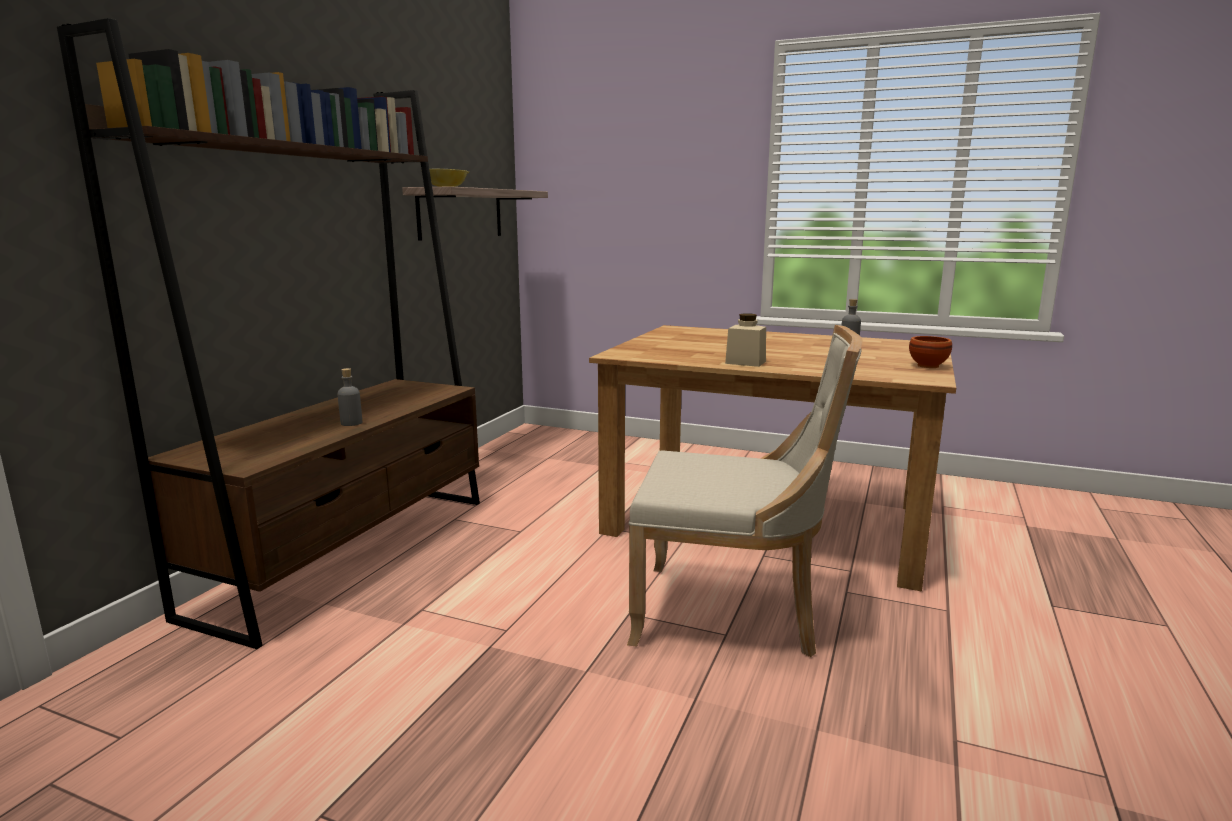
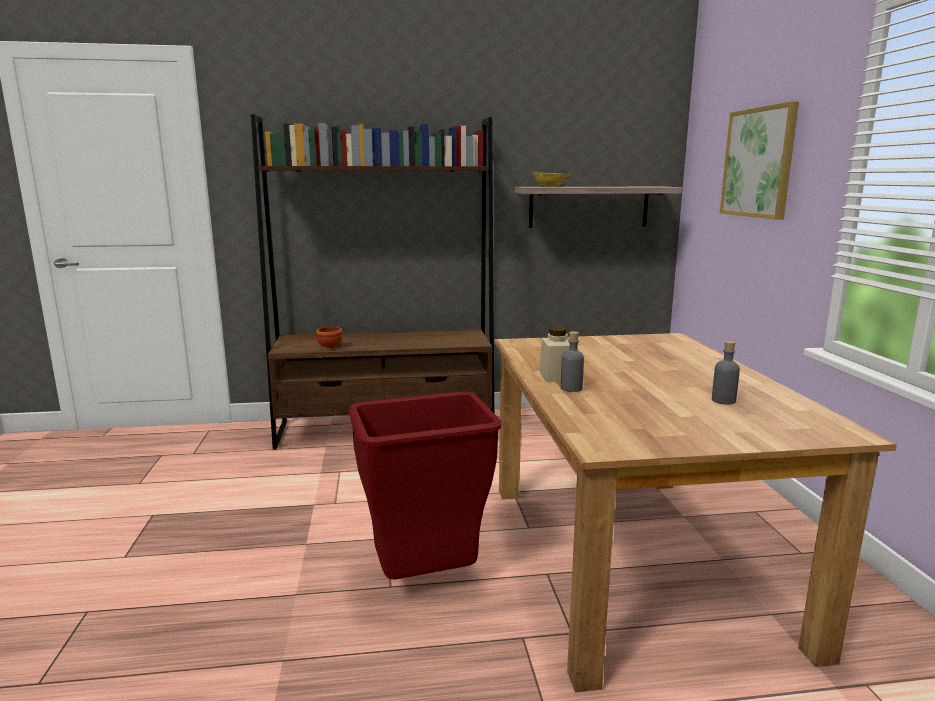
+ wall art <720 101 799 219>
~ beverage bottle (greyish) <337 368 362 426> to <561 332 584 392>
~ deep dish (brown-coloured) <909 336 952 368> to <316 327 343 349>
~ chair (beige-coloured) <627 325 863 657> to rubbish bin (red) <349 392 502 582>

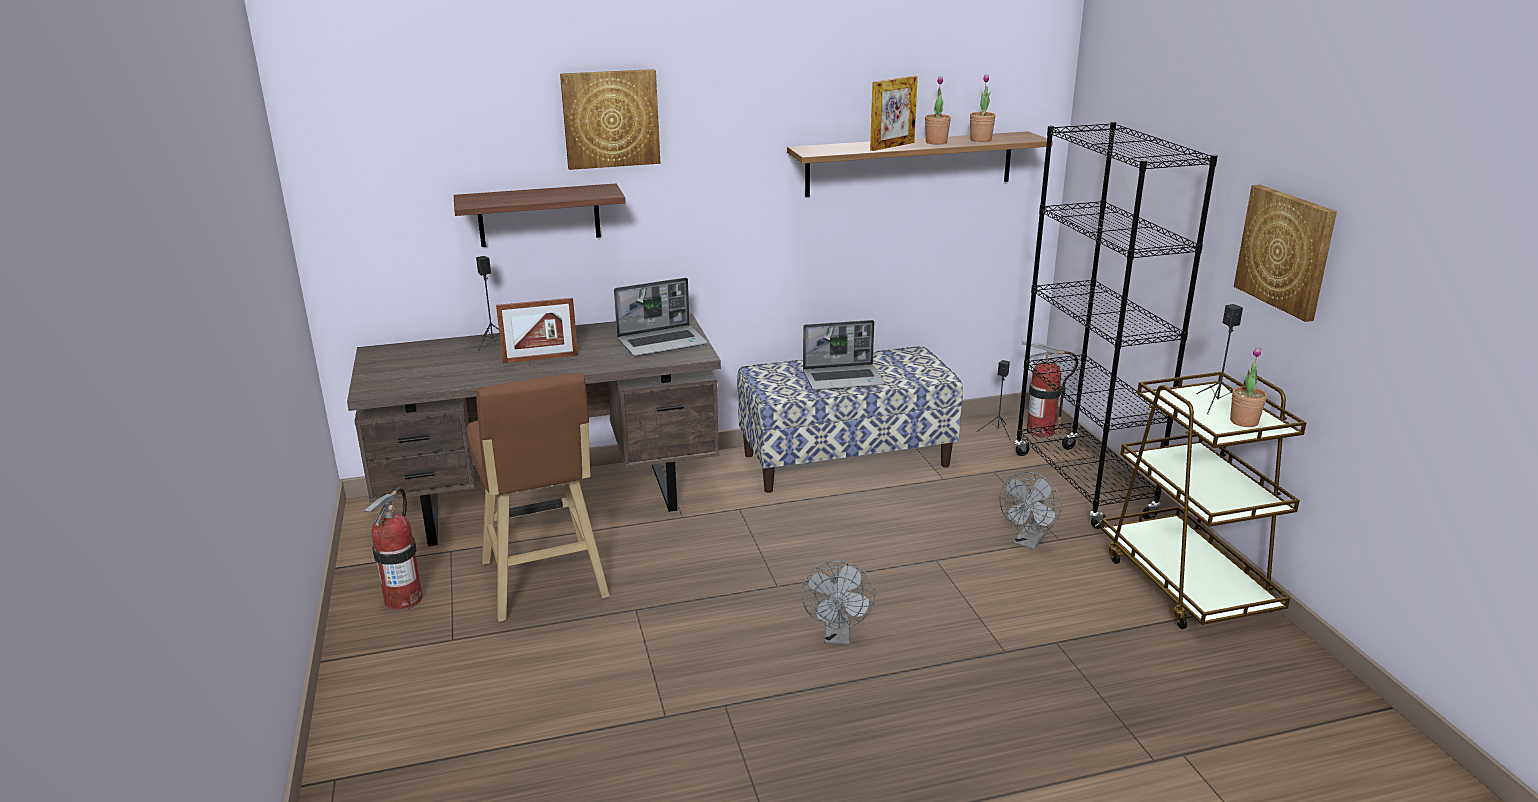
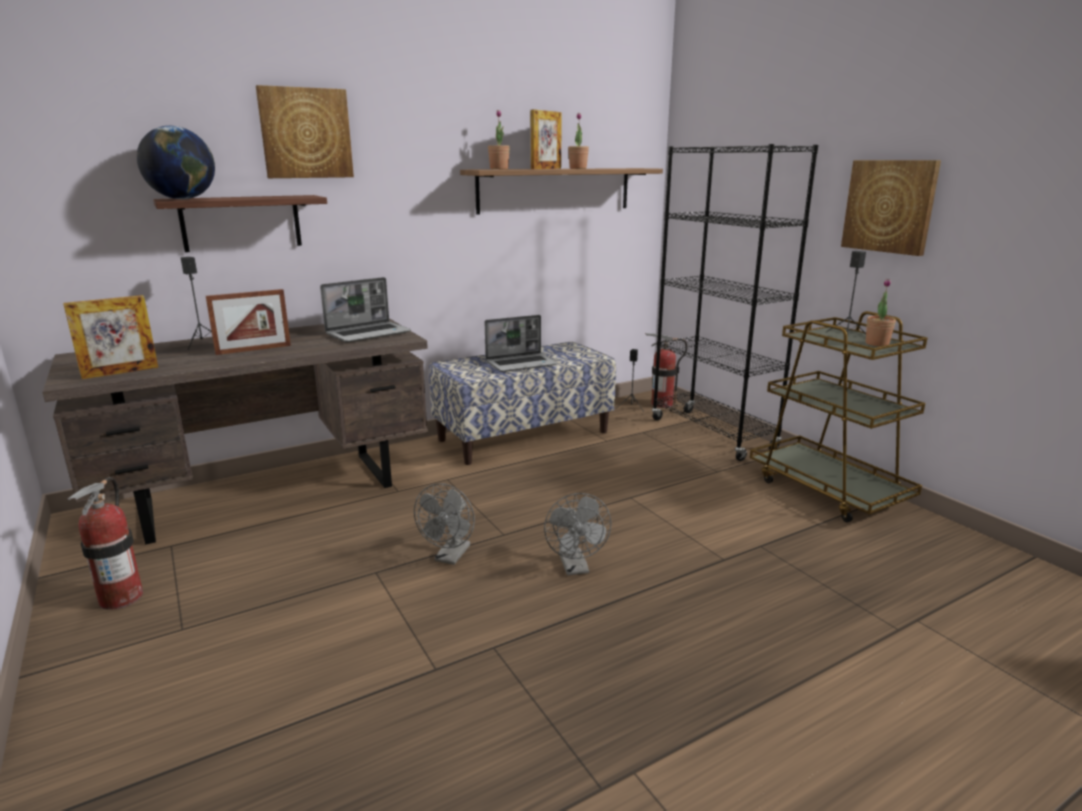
- stool seat (brown-coloured) <467 373 610 622>
+ photo frame <63 295 158 379>
+ desk globe <137 126 215 199>
~ houseplant <970 74 996 142> to <488 110 510 169>
~ fan (greyish) <1000 472 1061 550> to <414 484 475 565>

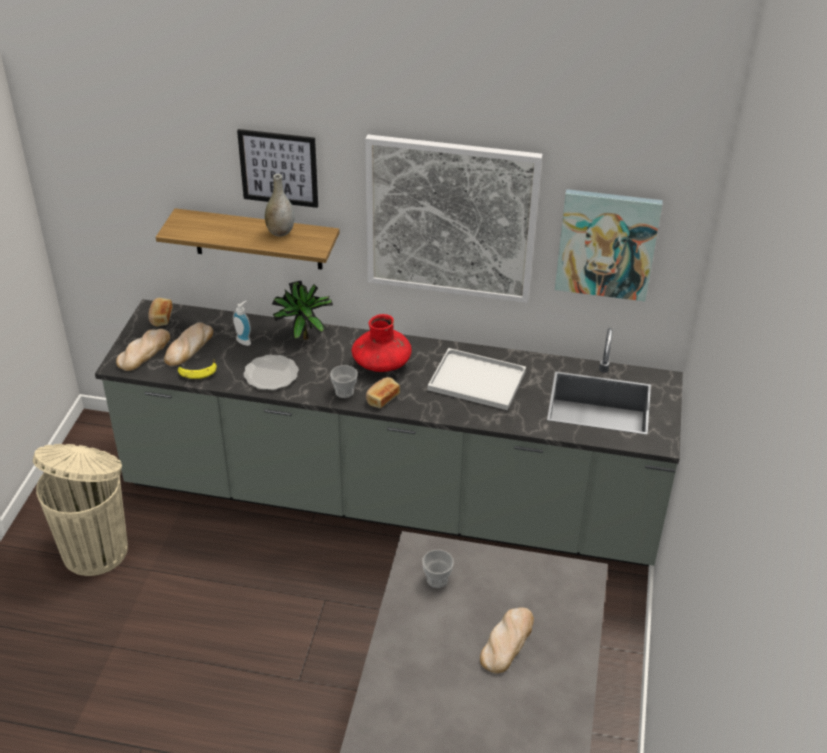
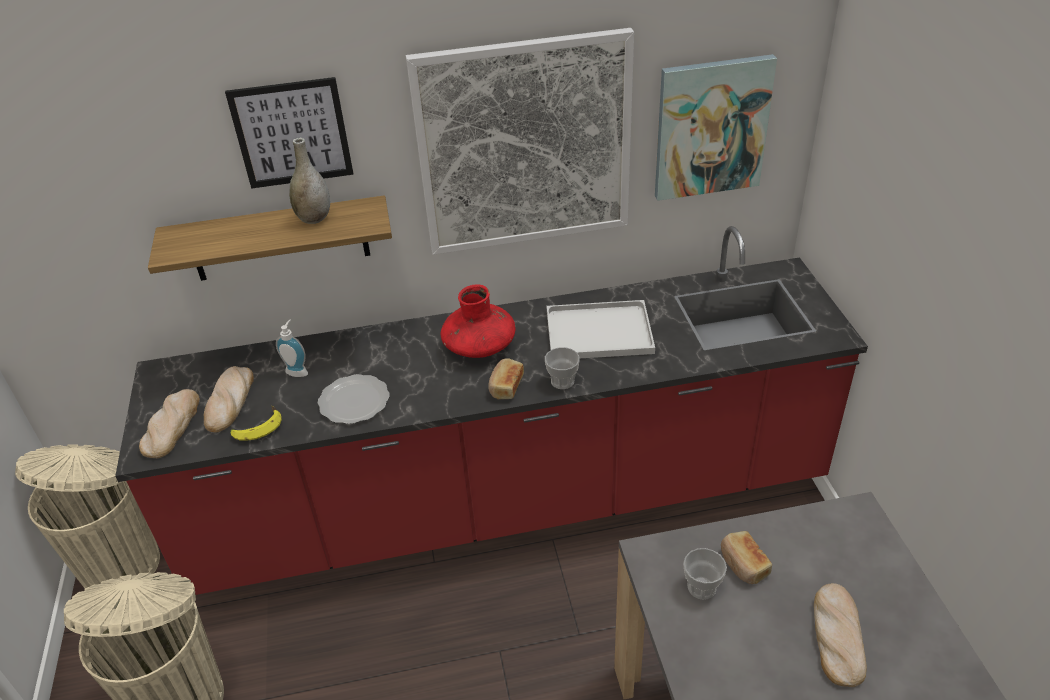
- houseplant <272 280 333 340>
+ rubbish bin (beige-coloured) <15 444 160 588>
~ bakery bread <148 298 173 327> to <721 531 772 584>
~ cup <330 365 358 398> to <545 347 580 389>
~ counter (greyish) <95 299 683 566> to counter (red) <115 226 868 595>

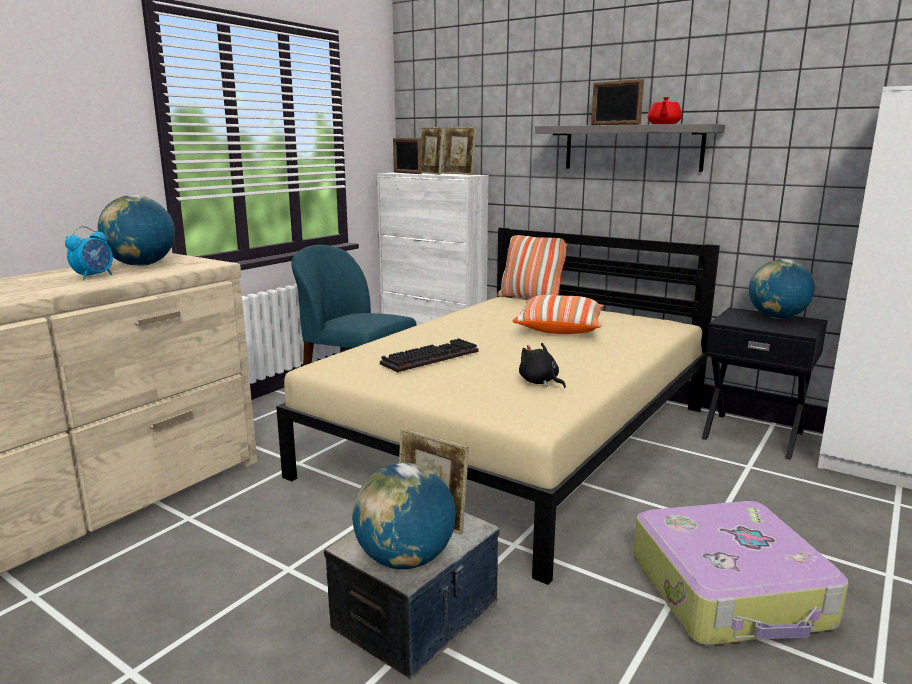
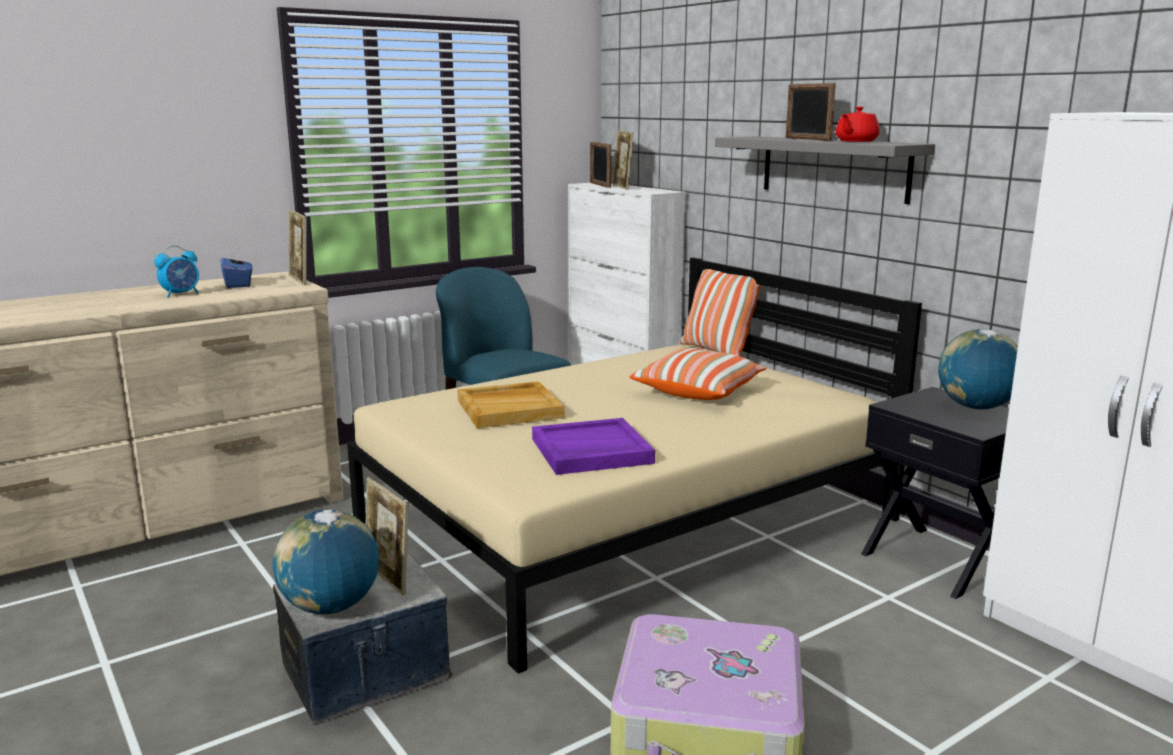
~ photo frame <442 127 476 175> to <288 209 307 285>
~ desk globe <98 195 175 266> to tissue box (bluish) <220 250 253 288>
~ keyboard <380 338 479 372> to tray (beige-coloured) <458 381 564 428>
~ cuddly toy (blackish) <519 343 566 388> to tray (purple-coloured) <532 418 655 475>

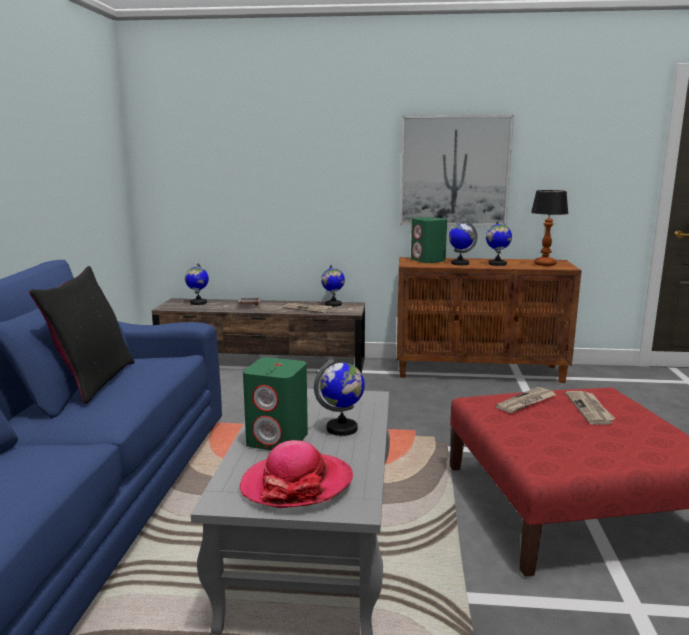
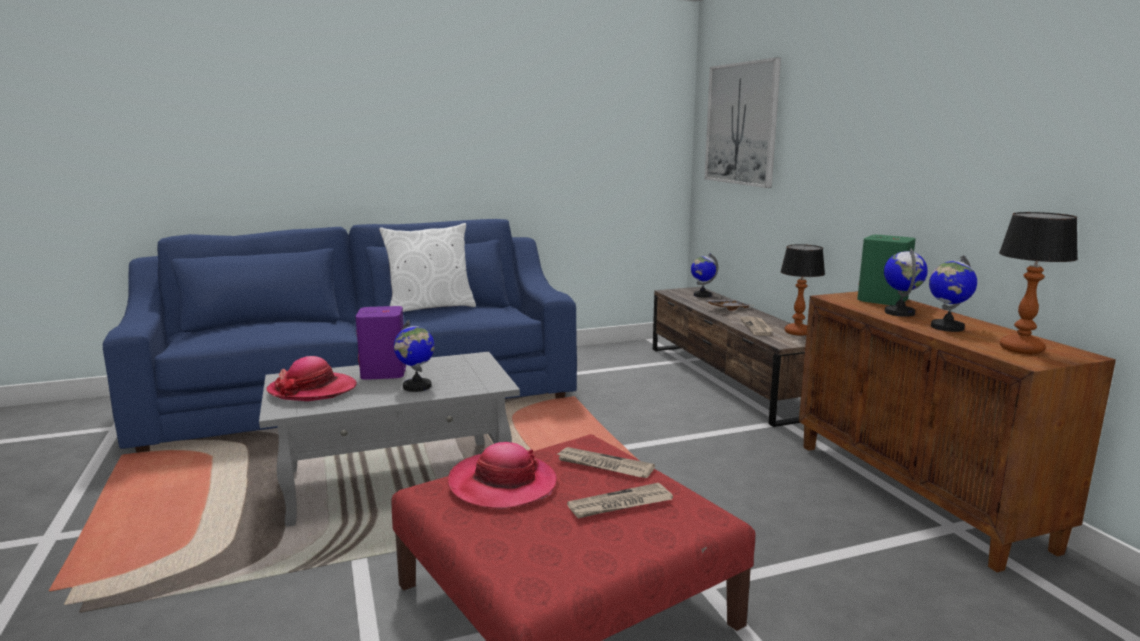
+ clothing hat <448 442 557 509>
~ wall art <400 115 514 226> to <705 58 781 188>
~ desk globe <321 264 345 307> to tabletop lamp <780 244 825 336>
~ throw pillow (blackish) <29 266 135 404> to throw pillow (whitish) <379 223 476 312>
~ audio speaker (green-coloured) <243 357 308 451> to audio speaker (purple-coloured) <356 306 406 380>

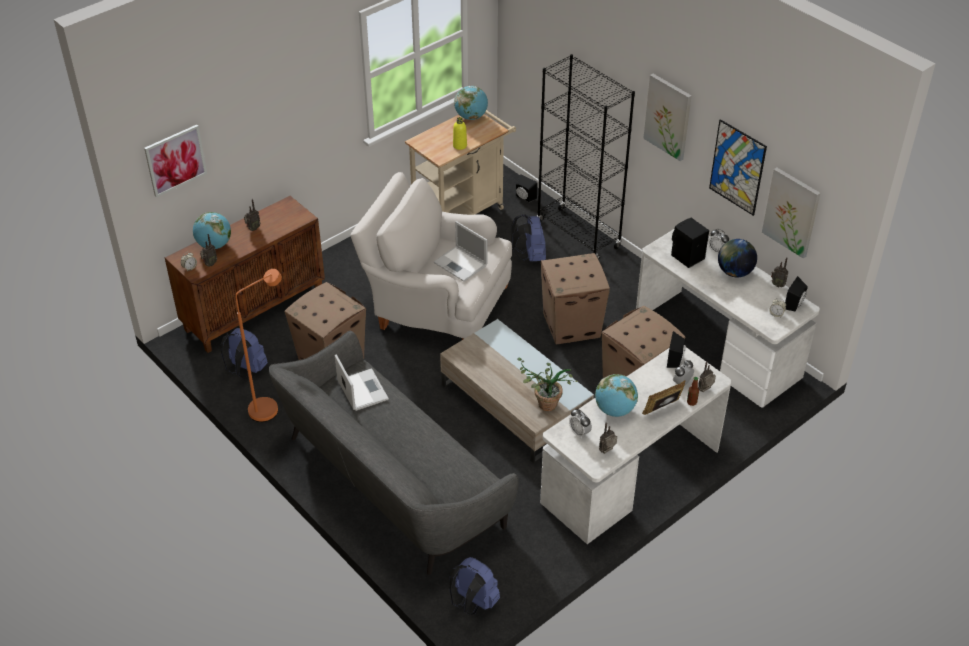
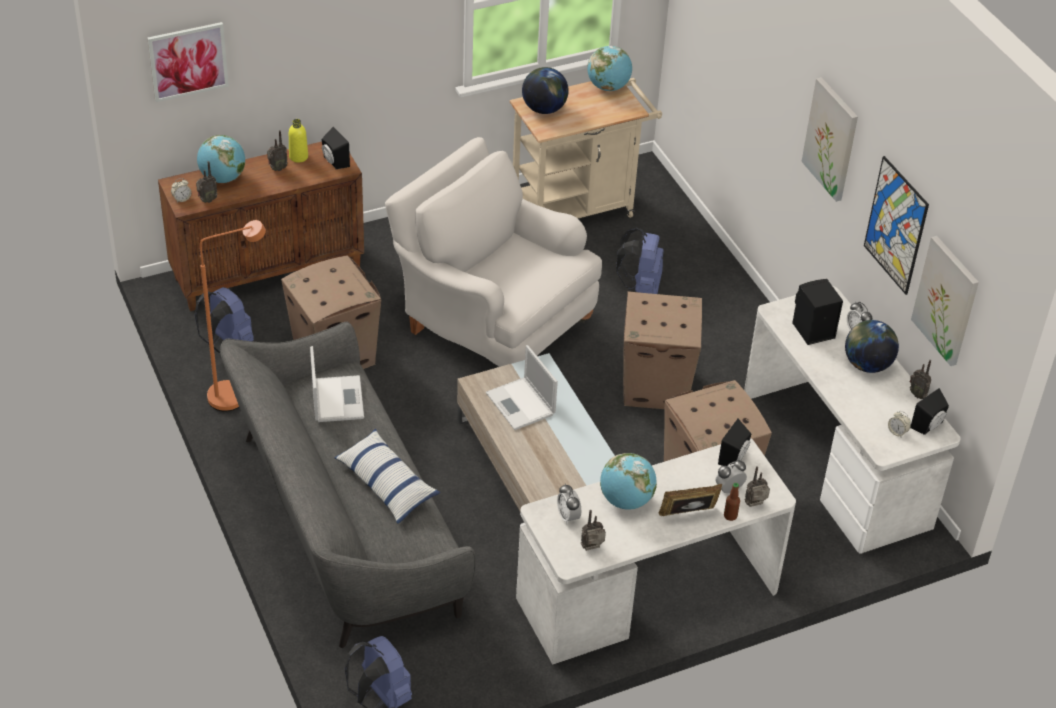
- houseplant <517 358 578 411>
- shelving unit (blackish) <537 54 635 260>
+ throw pillow <335 429 441 524>
+ desk globe <522 67 569 114>
~ laptop <434 221 487 282> to <486 345 558 430>
~ beverage bottle (yellow) <453 117 467 150> to <289 119 308 162>
~ audio speaker (blackish) <516 174 538 202> to <322 127 350 169>

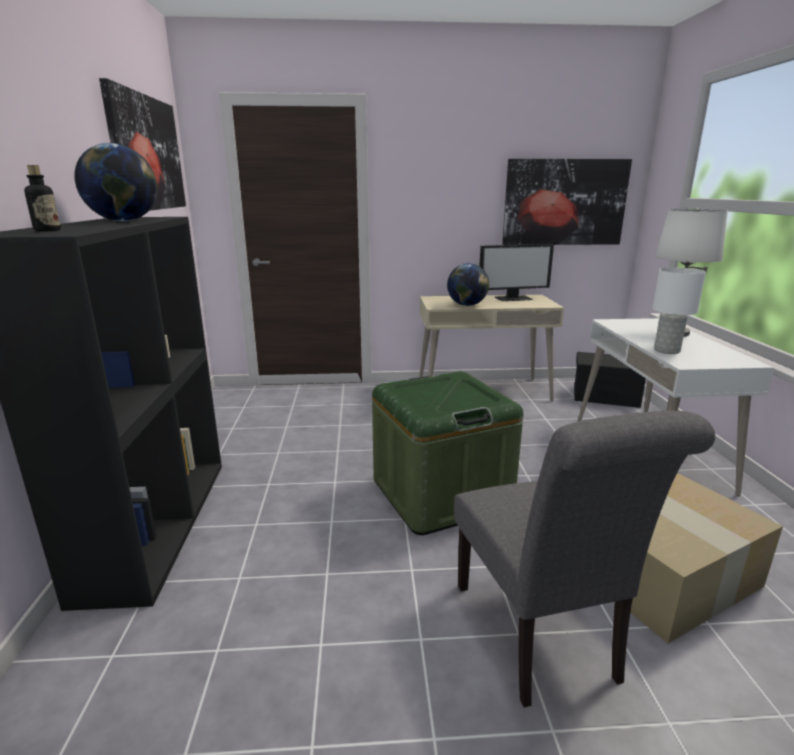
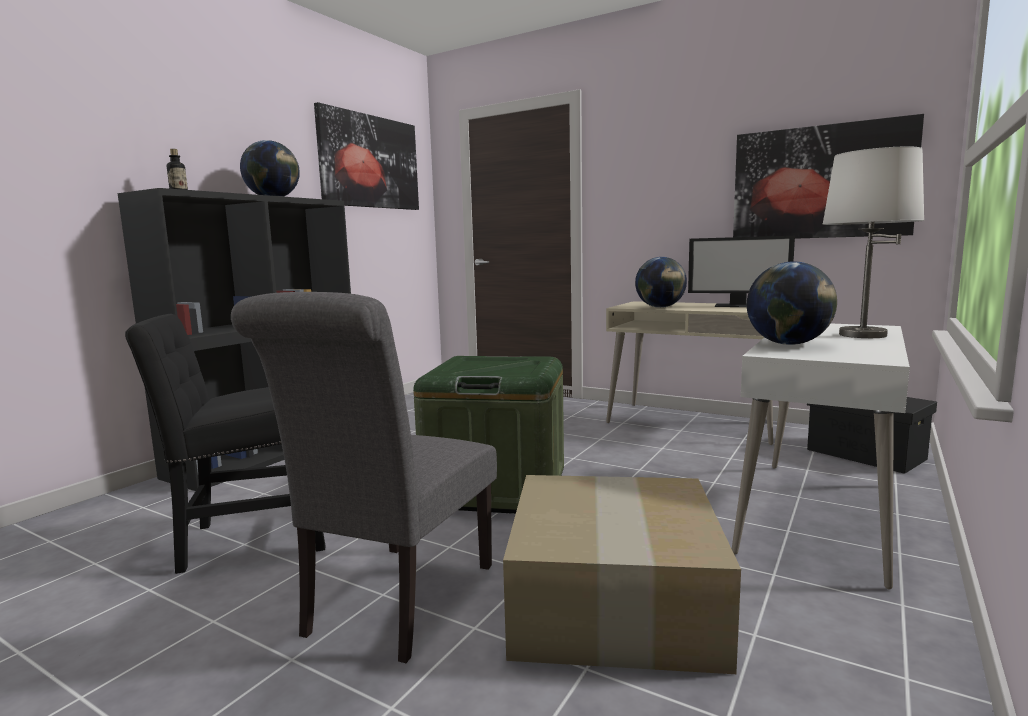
+ chair (blackish) <125 314 325 574>
~ tabletop lamp (whitish) <652 267 706 354> to desk globe <747 261 837 345>

